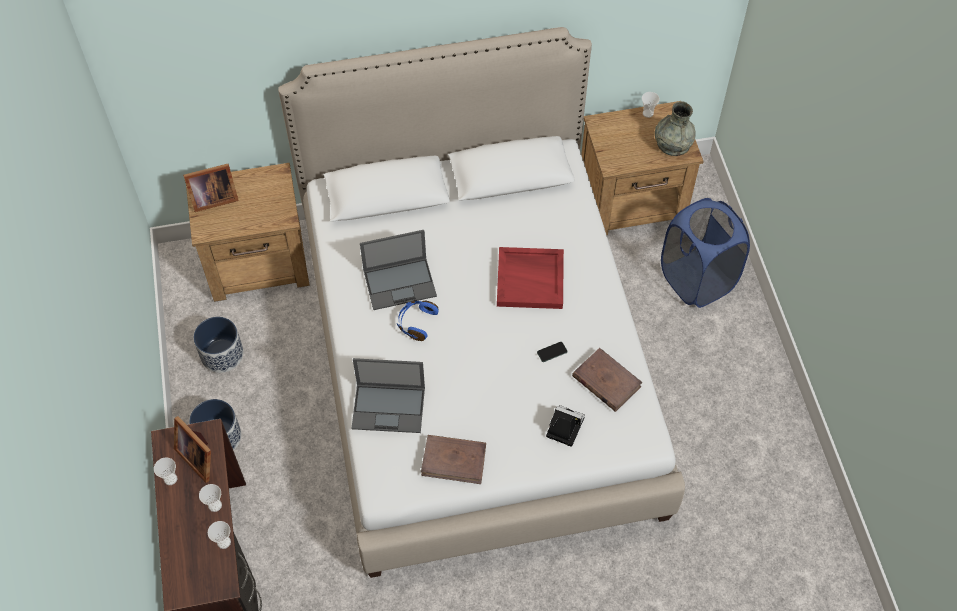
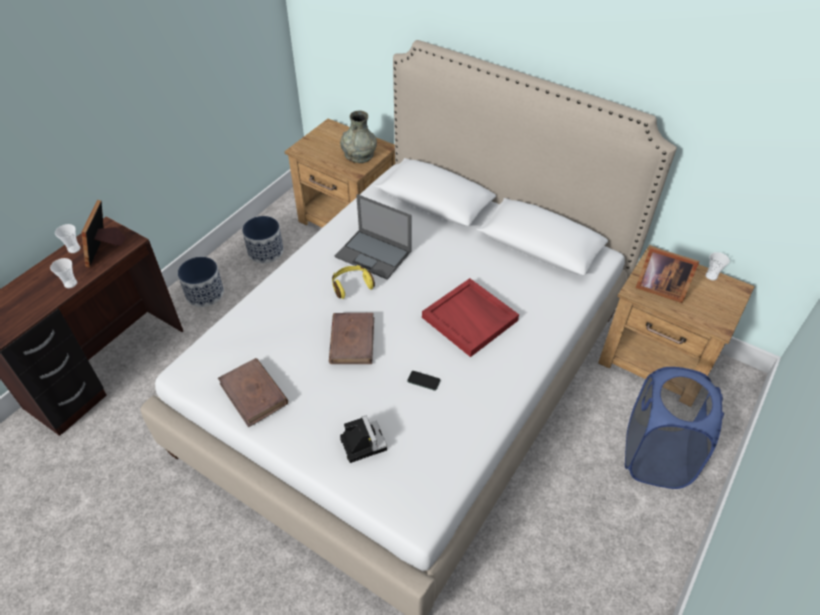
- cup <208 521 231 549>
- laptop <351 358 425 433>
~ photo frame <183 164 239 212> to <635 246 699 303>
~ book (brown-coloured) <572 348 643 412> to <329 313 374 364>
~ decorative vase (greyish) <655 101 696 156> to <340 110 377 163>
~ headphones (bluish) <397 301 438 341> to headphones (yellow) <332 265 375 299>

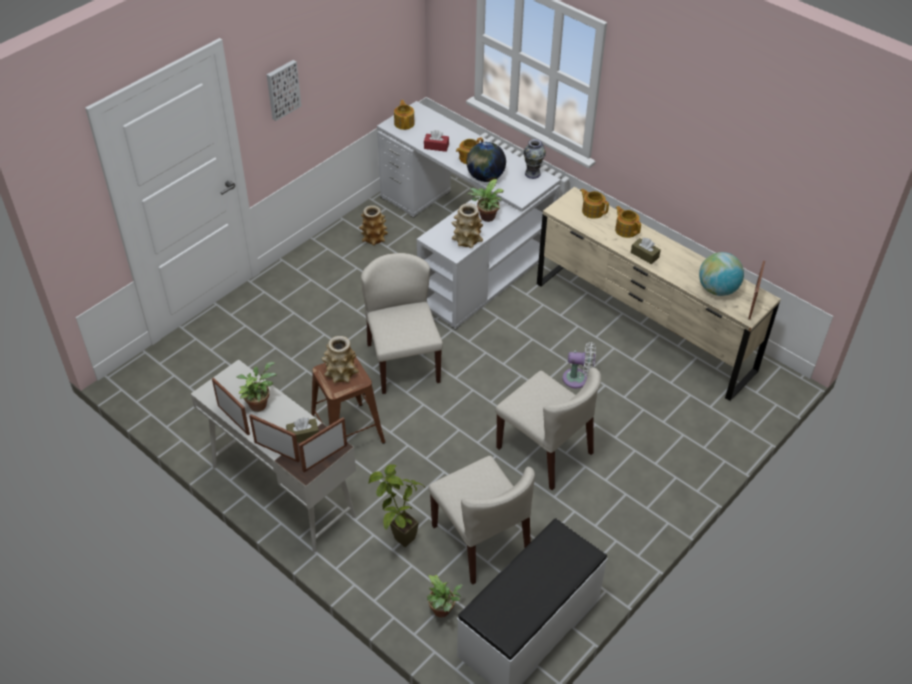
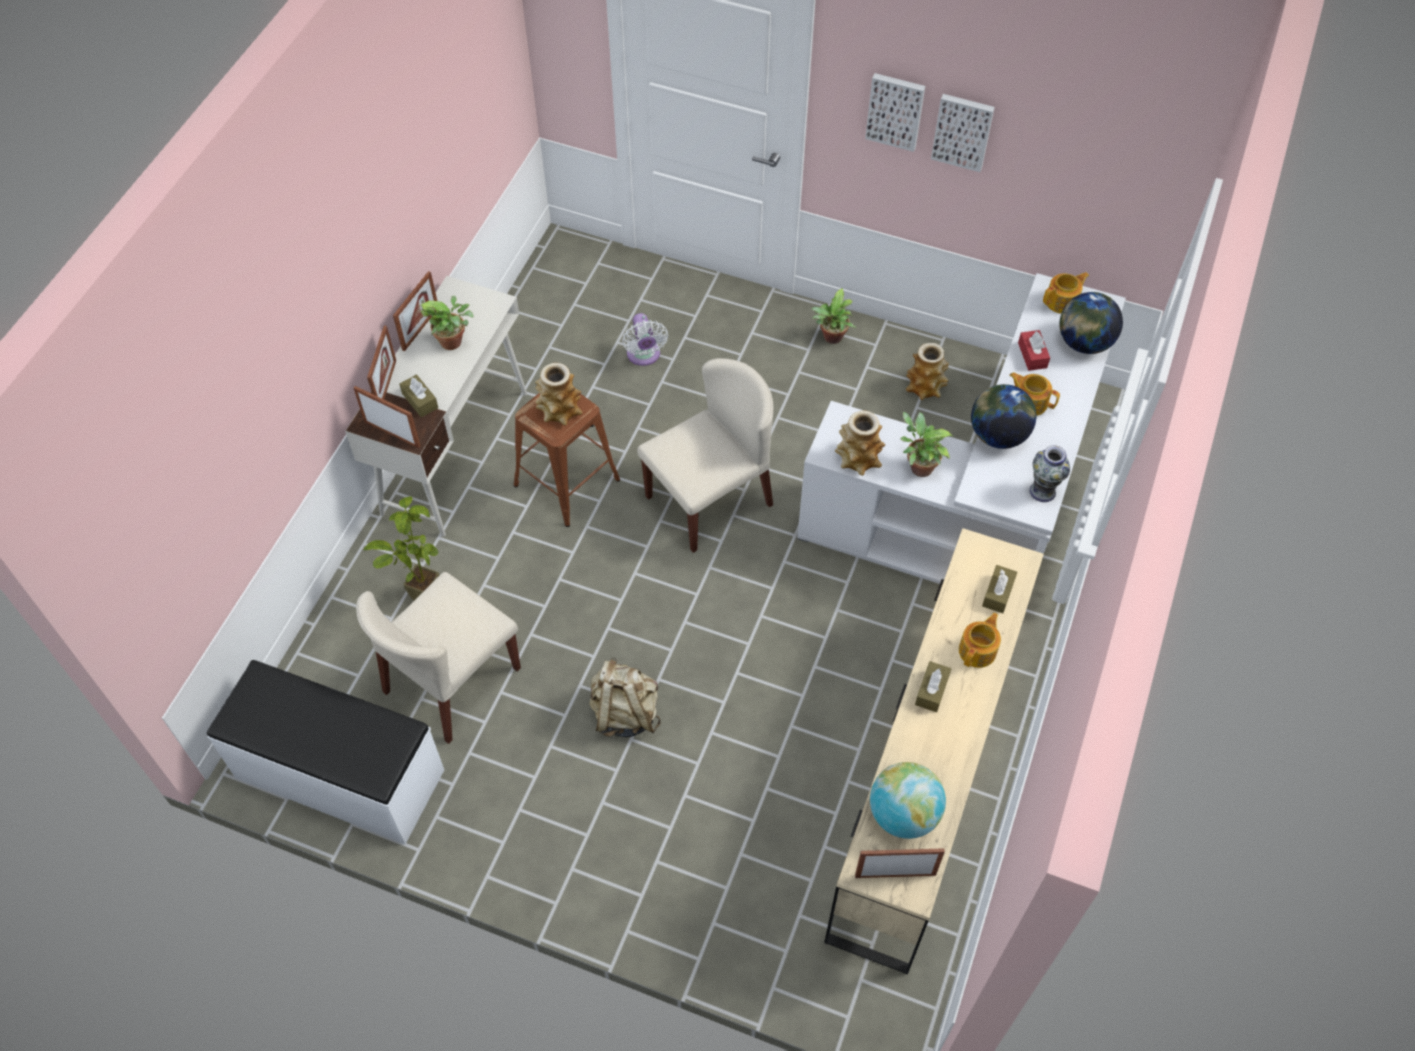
+ wall art <931 94 995 172>
+ desk globe <1059 292 1123 354>
~ houseplant <427 575 462 617> to <811 288 856 344>
~ fan (whitish) <562 342 596 388> to <622 313 668 366>
~ chair (beige-coloured) <495 367 601 490> to knapsack (beige-coloured) <589 657 661 737>
~ pot for tea <580 189 609 219> to tissue box (brown-coloured) <982 565 1017 613>

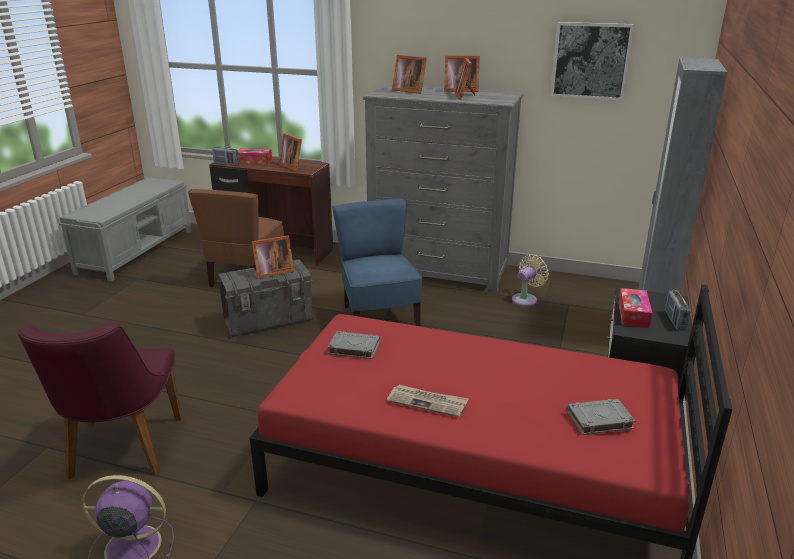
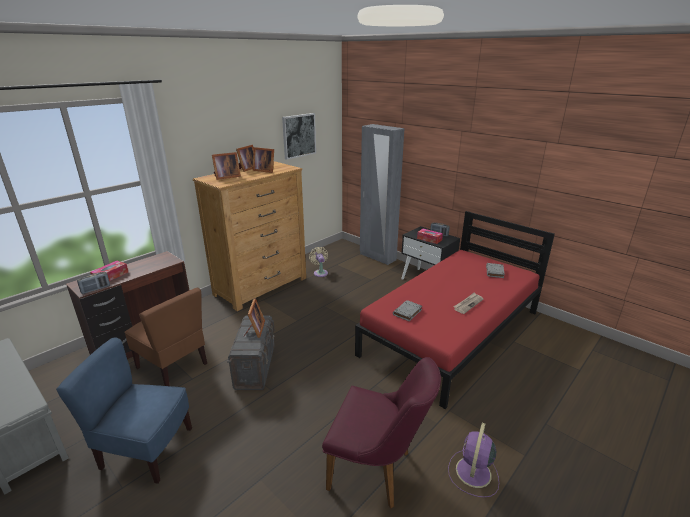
- photo frame <279 133 302 171>
~ chair (bluish) <332 199 423 326> to <56 338 192 484>
~ dresser (greyish) <363 84 524 294> to dresser (brown-coloured) <193 161 306 311>

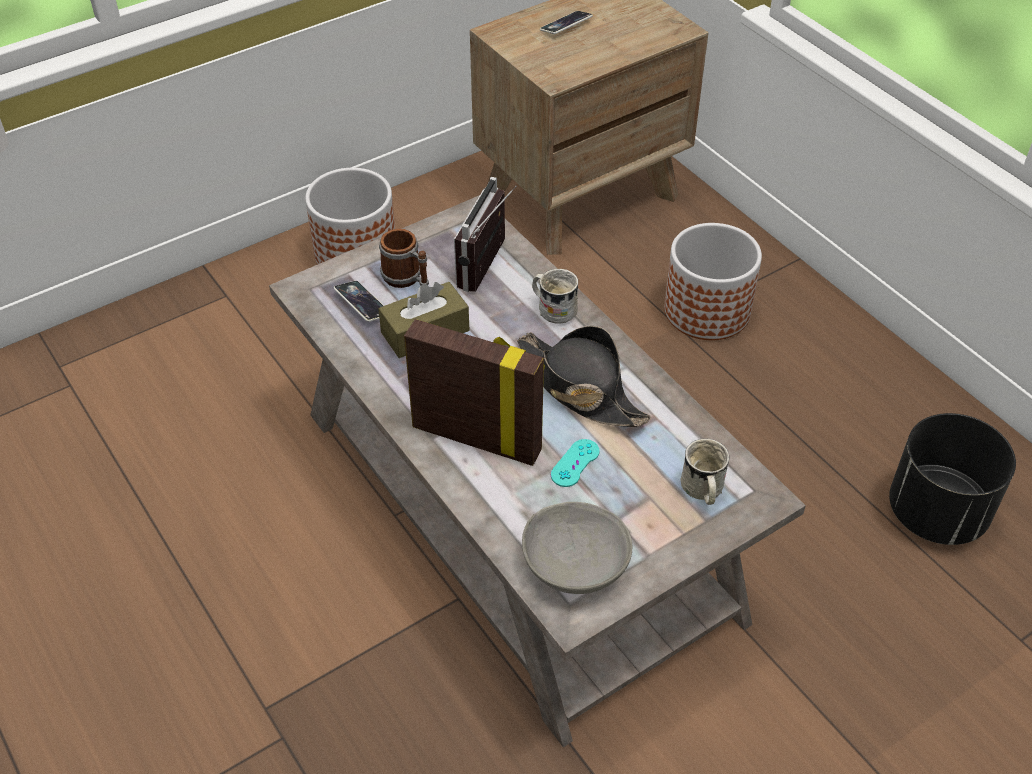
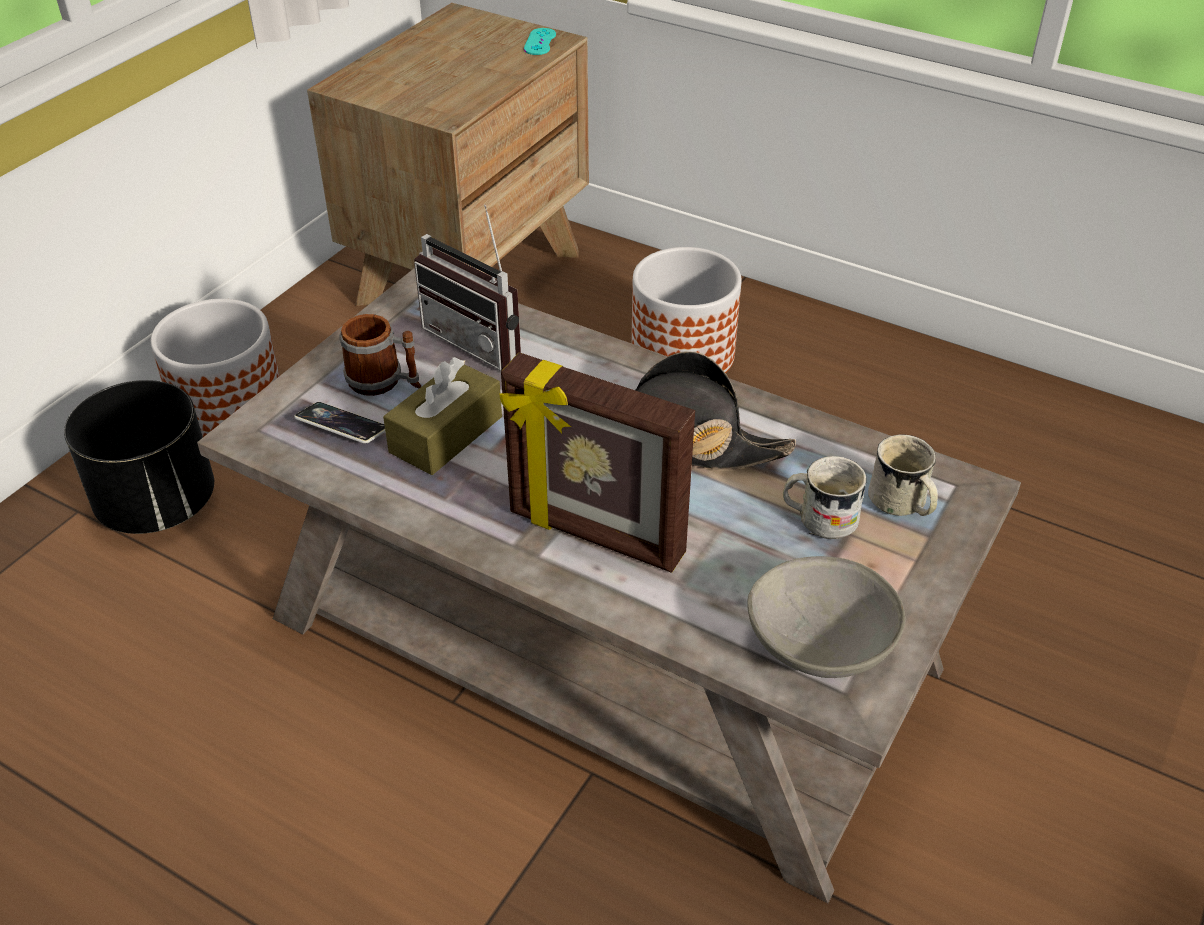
- phone <540 11 593 34>
~ tea mug (whitish) <532 269 578 324> to <783 456 867 539>
~ game controller (turquoise) <551 439 600 487> to <524 28 556 55>
~ planter (blackish) <889 413 1016 545> to <64 380 214 534>
~ photo frame <404 319 545 466> = <499 352 695 573> 150 degrees counterclockwise
~ radio receiver <454 177 517 292> = <414 205 521 371> 45 degrees counterclockwise

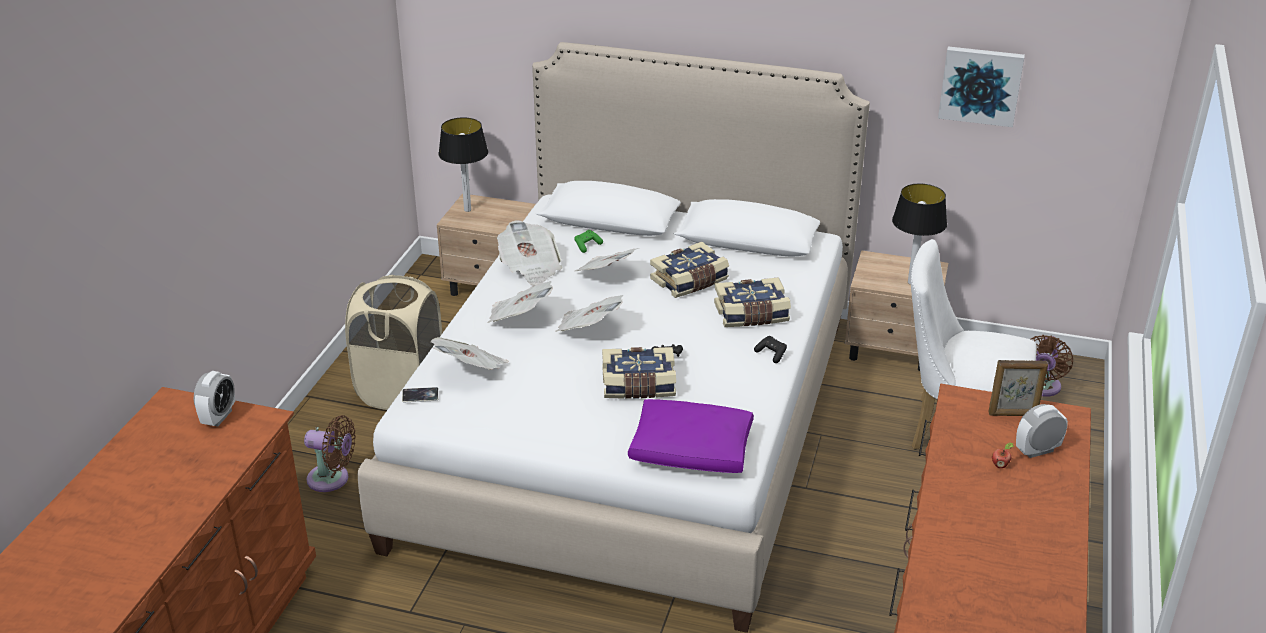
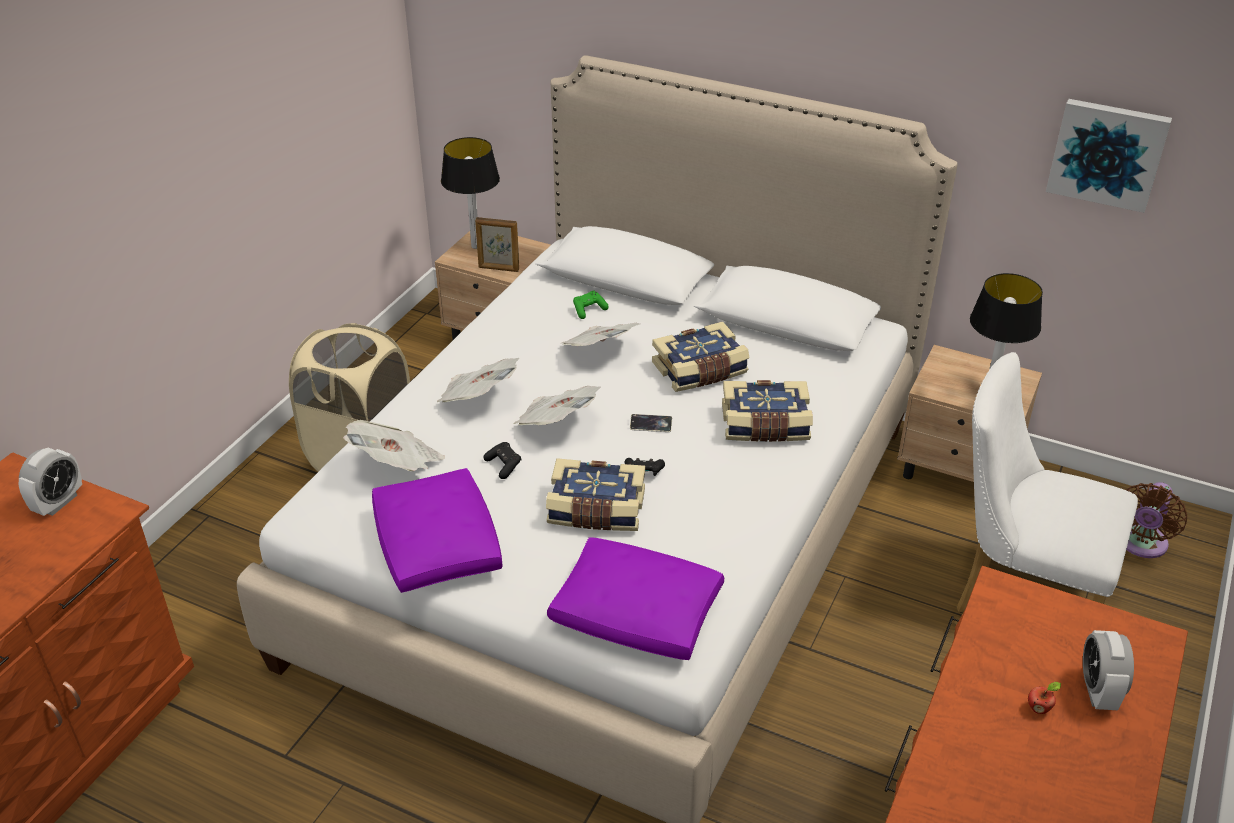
- fan (brown-coloured) <304 415 356 492>
- daily paper <497 220 562 285>
+ throw pillow (purple-coloured) <372 468 503 593>
~ phone <402 387 439 402> to <630 414 672 432>
~ game controller (blackish) <754 336 787 363> to <483 442 522 479>
~ photo frame <988 360 1048 416> to <475 217 519 272>
~ table clock <1016 404 1068 458> = <1083 630 1134 710> 75 degrees counterclockwise

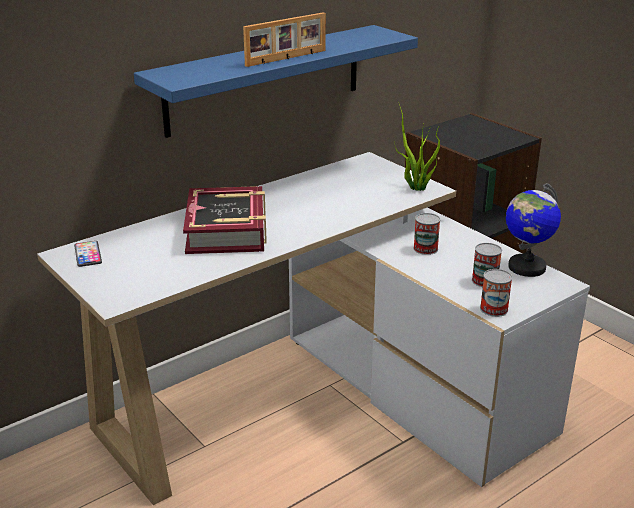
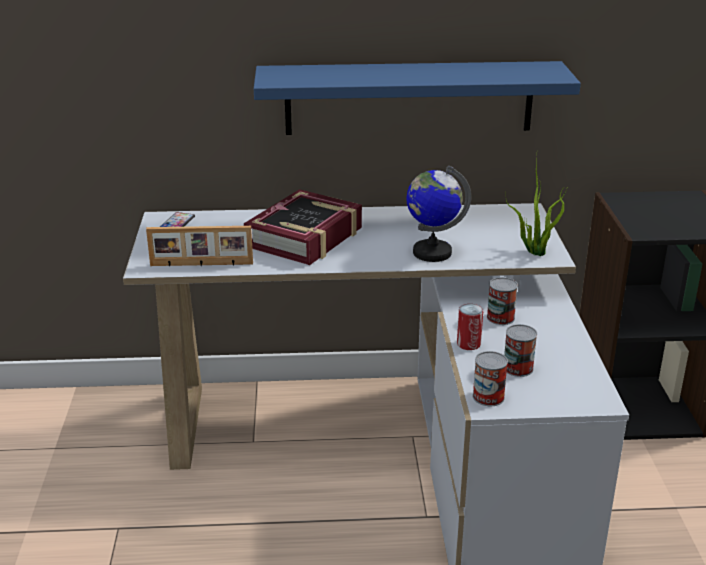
+ can <457 304 483 350>
~ photo frame <243 12 326 67> to <146 226 253 267>
~ desk globe <506 183 561 277> to <406 166 471 262>

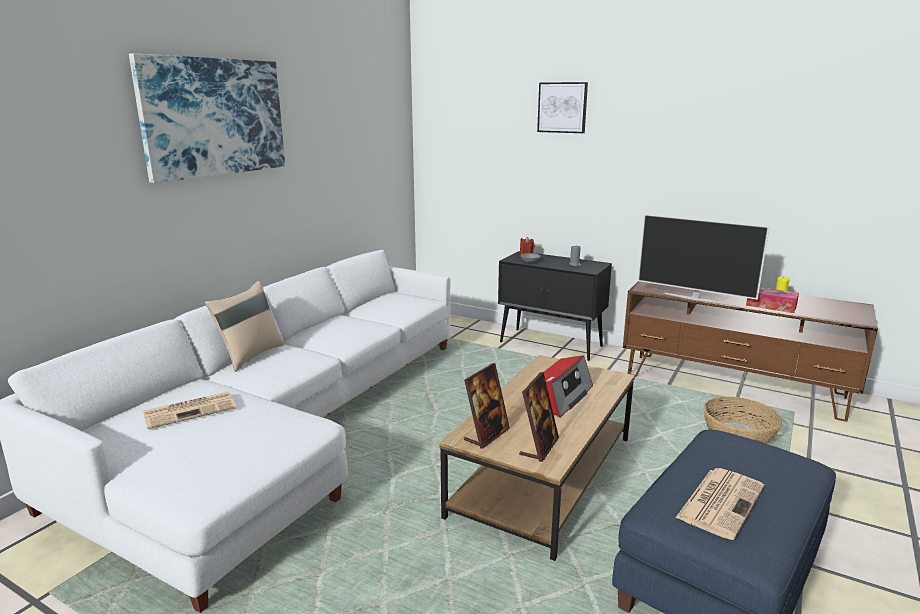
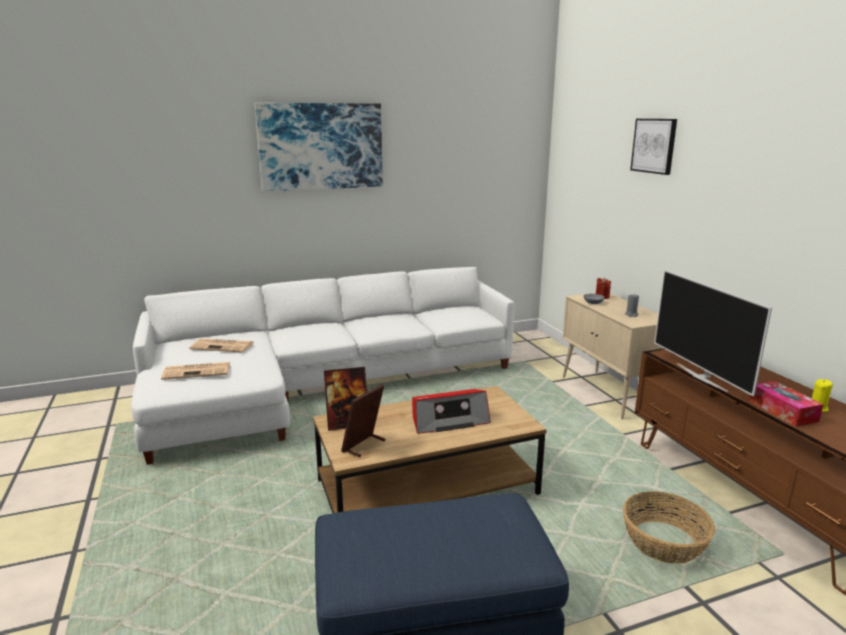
- throw pillow (beige-coloured) <205 281 284 372>
~ daily paper <676 468 764 540> to <161 362 230 380>
~ storage cabinet (blackish) <498 251 612 361> to storage cabinet (beige-coloured) <563 293 663 419>
~ photo frame <519 372 559 462> = <341 384 385 457> 150 degrees clockwise

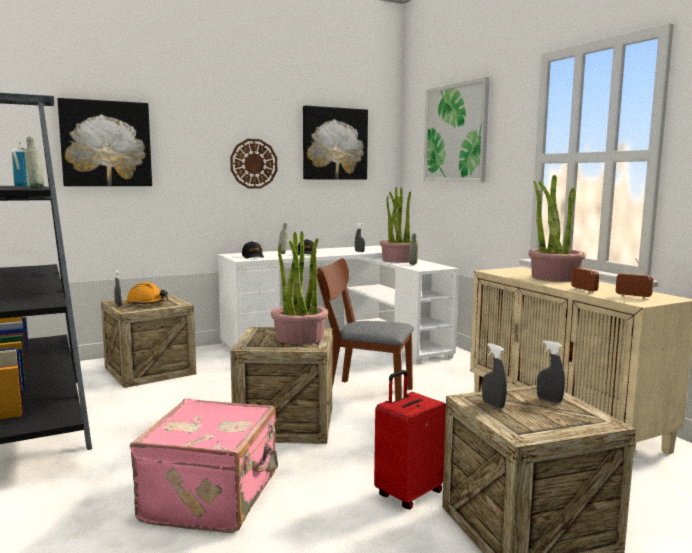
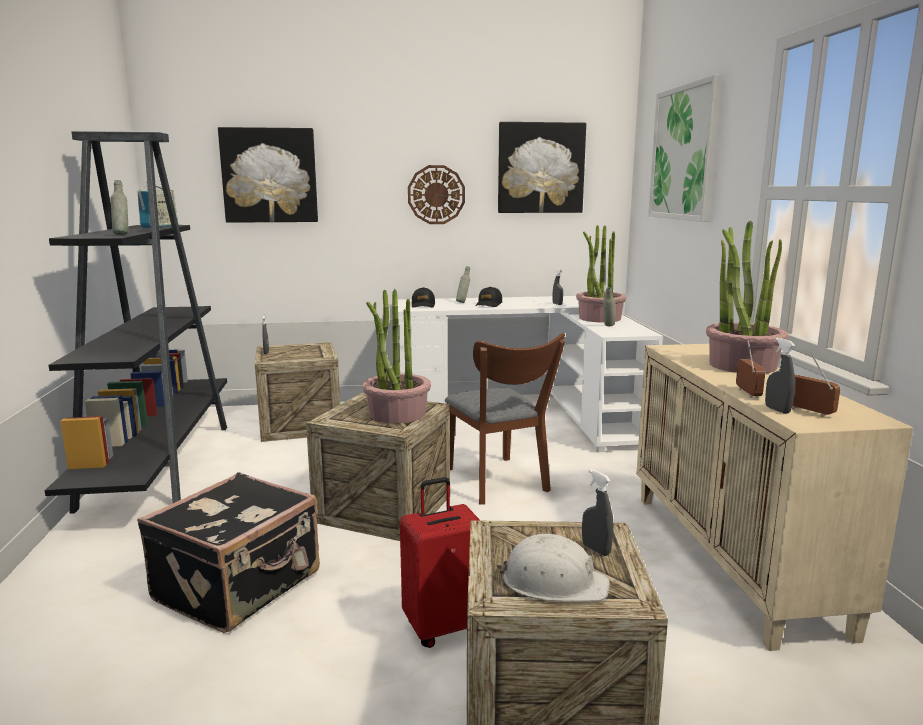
- hard hat (orange-coloured) <127 282 168 305>
+ hard hat (whitish) <496 534 610 602>
~ hand sprayer (greyish) <482 343 507 408> to <765 338 795 414>
~ suitcase (pinkish) <130 398 278 533> to suitcase (blackish) <137 472 320 633>
~ chair (brown-coloured) <317 258 414 401> = <445 333 565 505> 150 degrees counterclockwise

